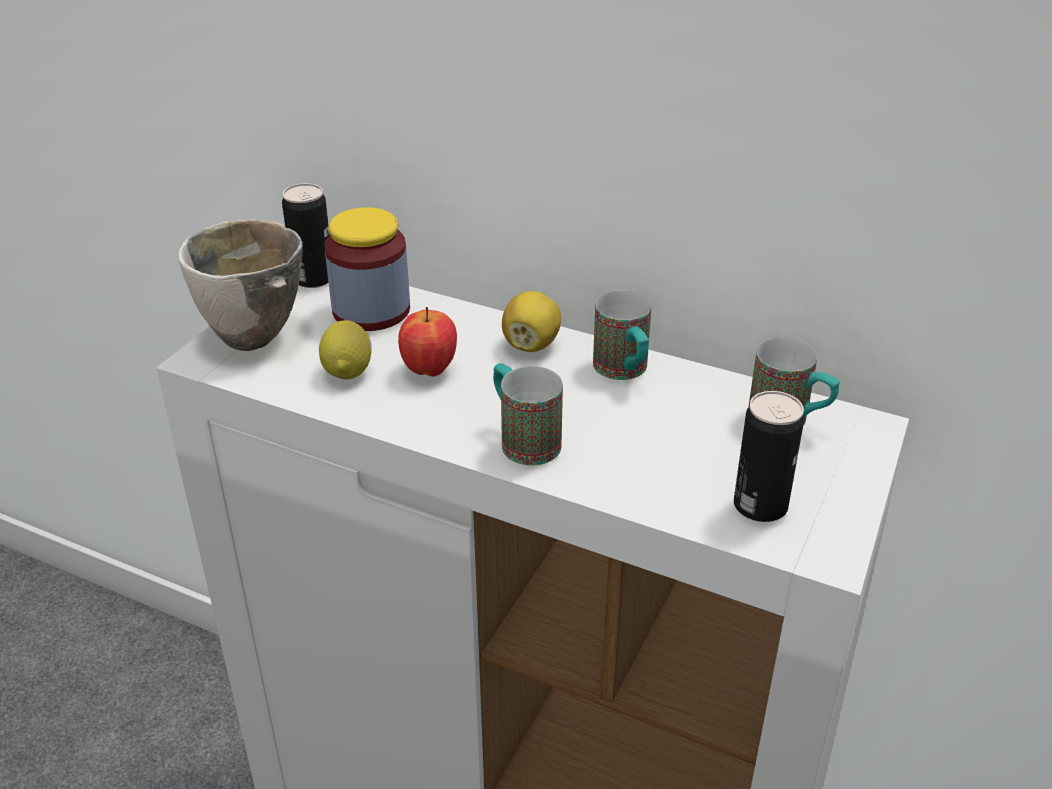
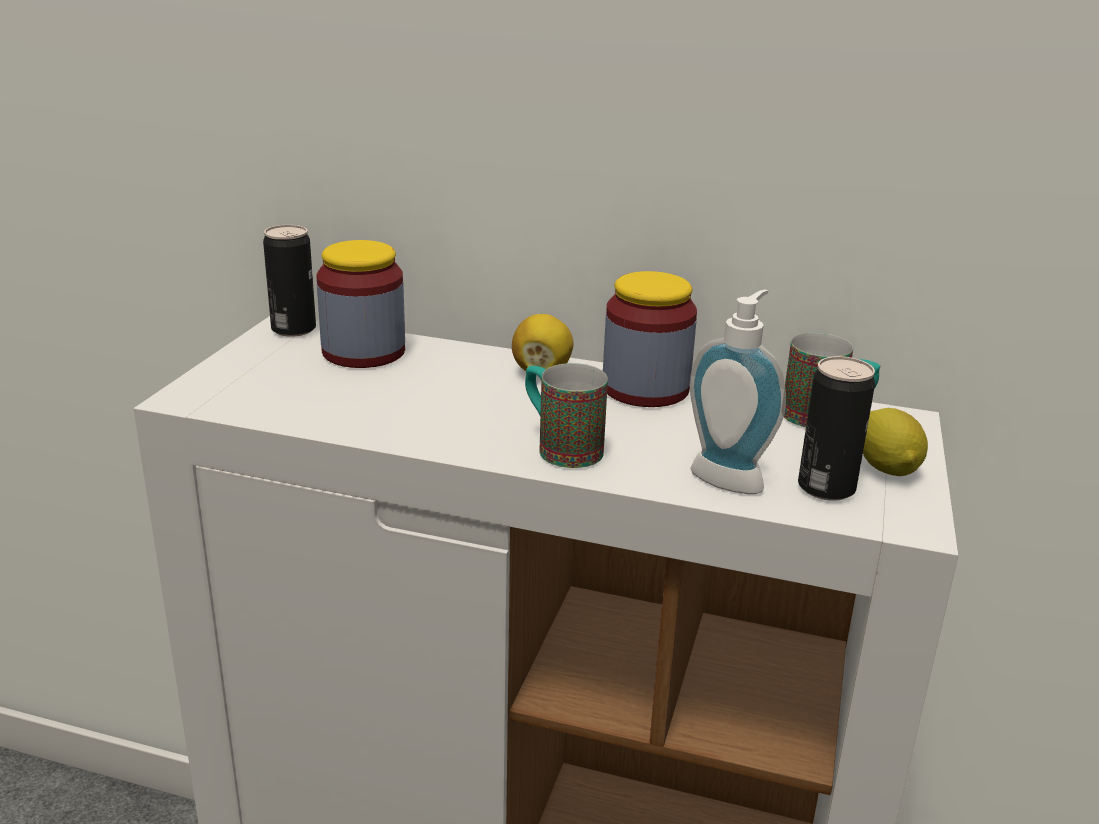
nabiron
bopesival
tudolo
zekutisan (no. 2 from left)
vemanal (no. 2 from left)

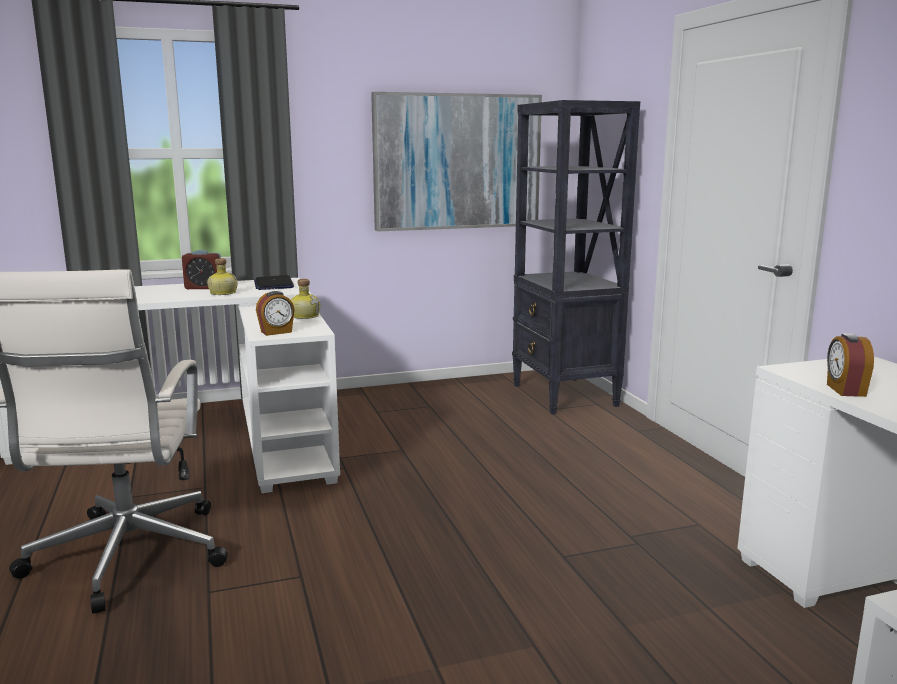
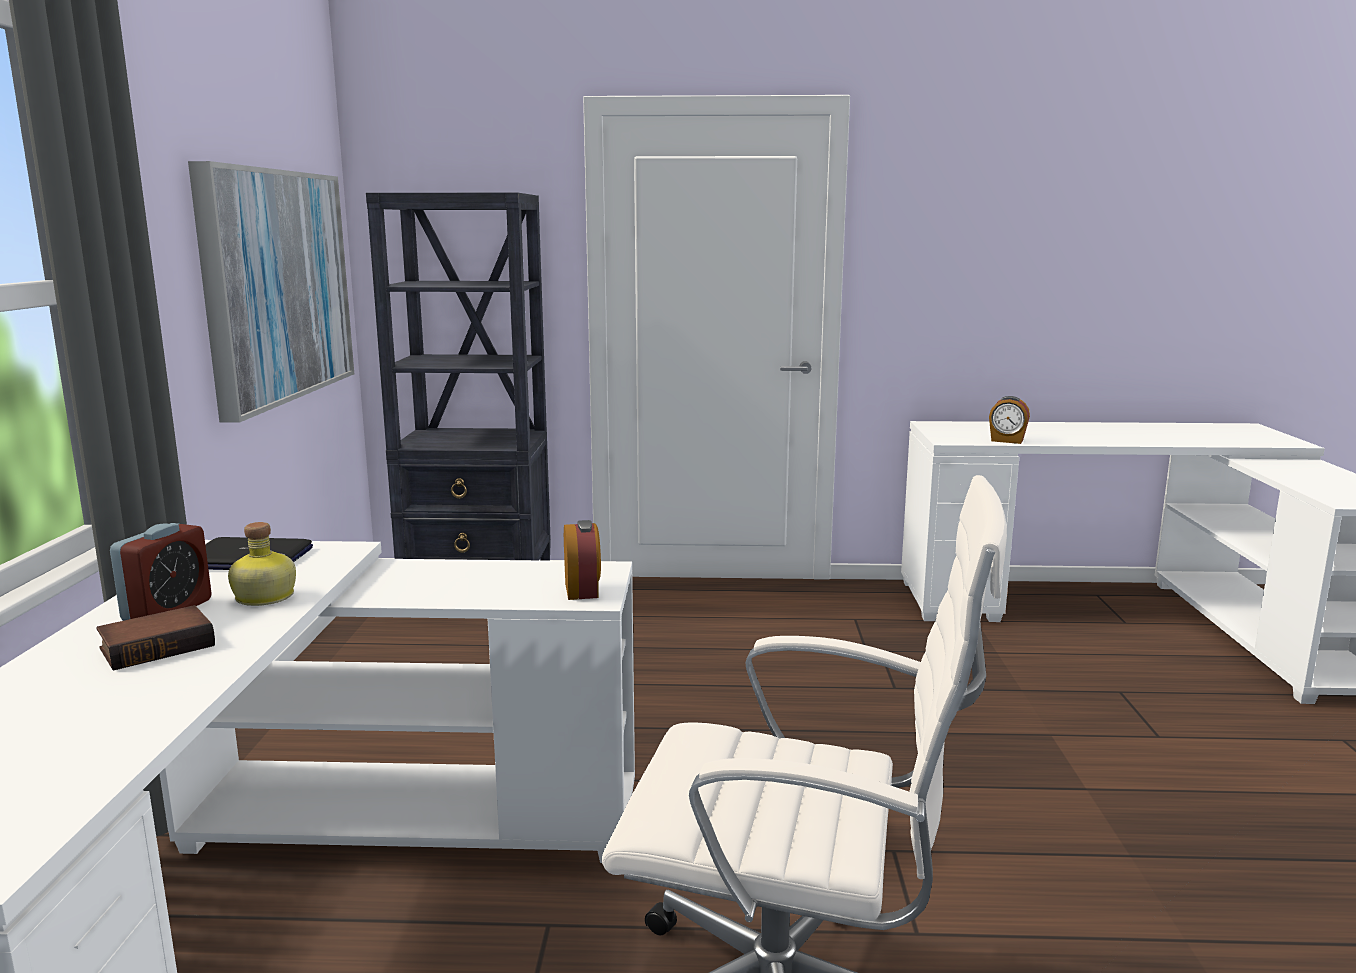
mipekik (no. 2 from left in the first image)
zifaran

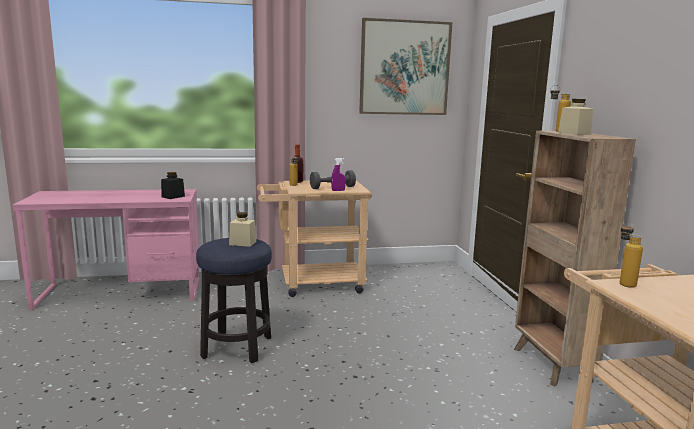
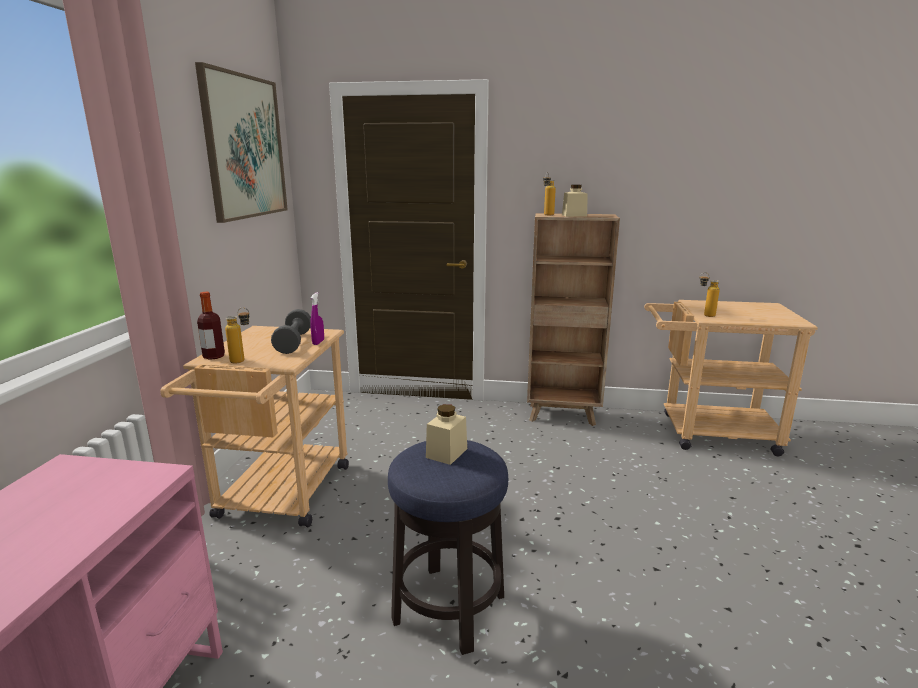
black vemanal

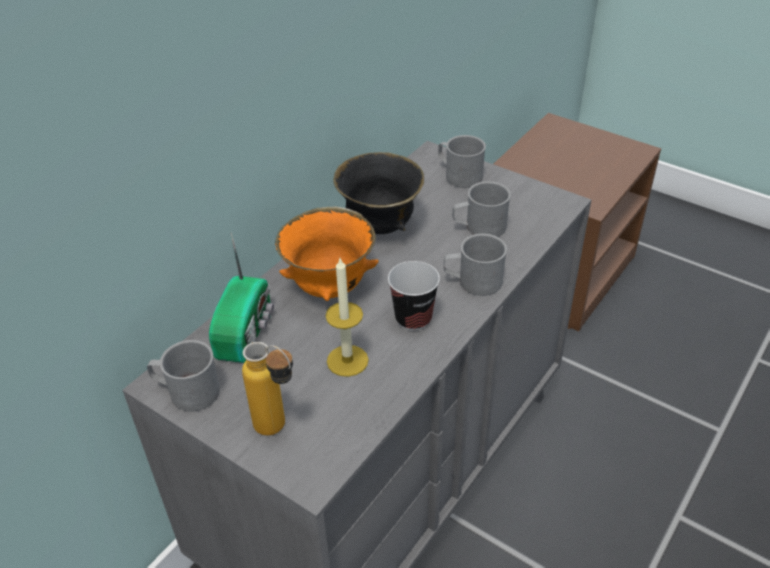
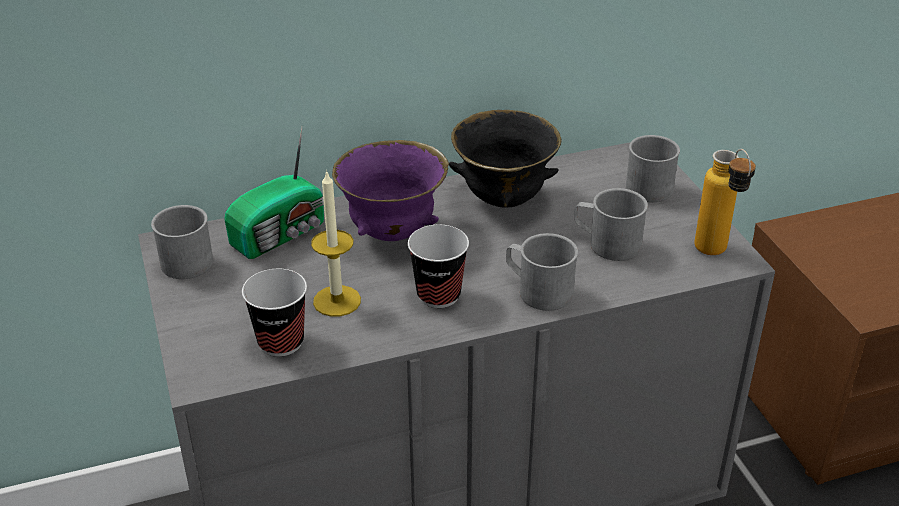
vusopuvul (no. 1 from left)
mipekik
purple nabiron

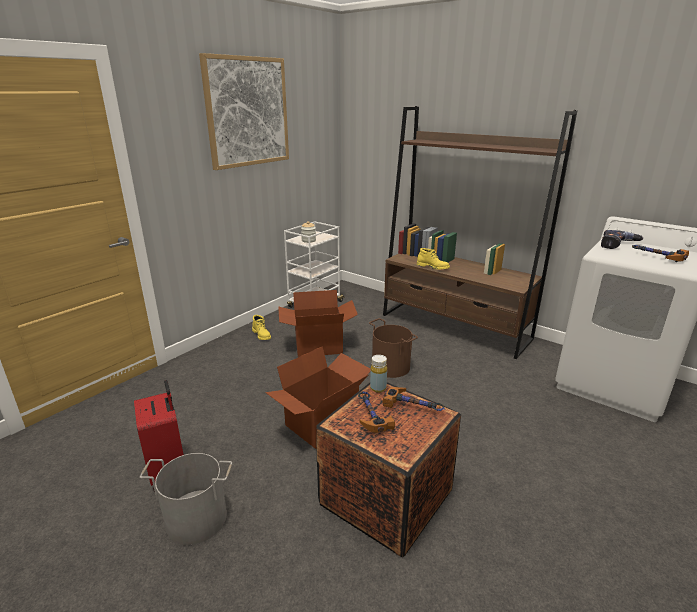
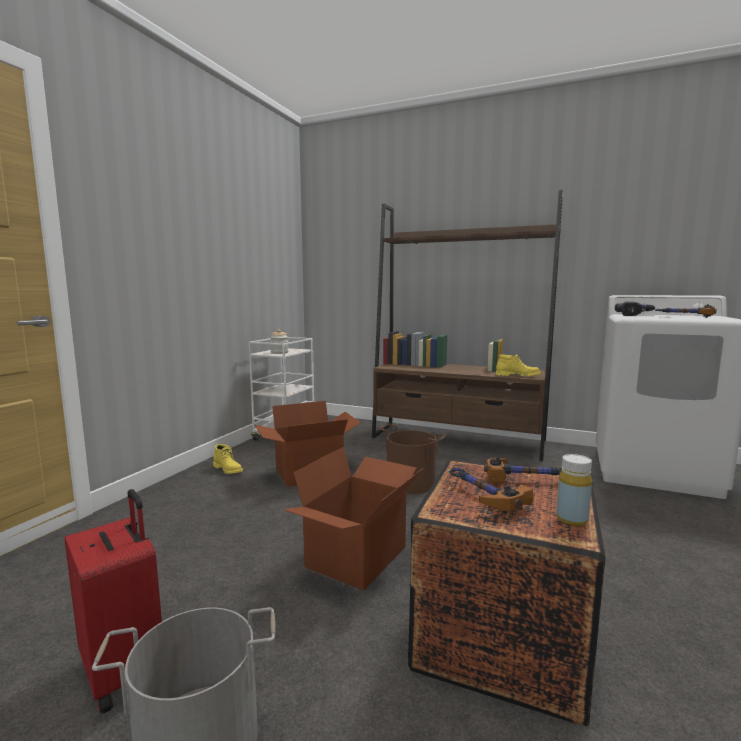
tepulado
yellow mipekik
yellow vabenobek (no. 2 from left)

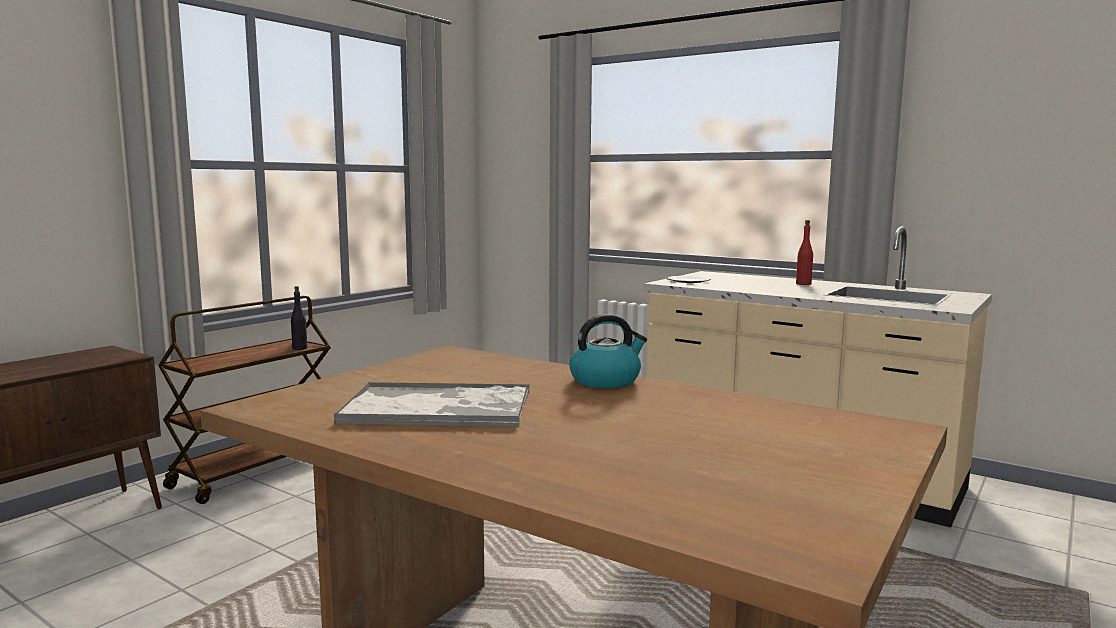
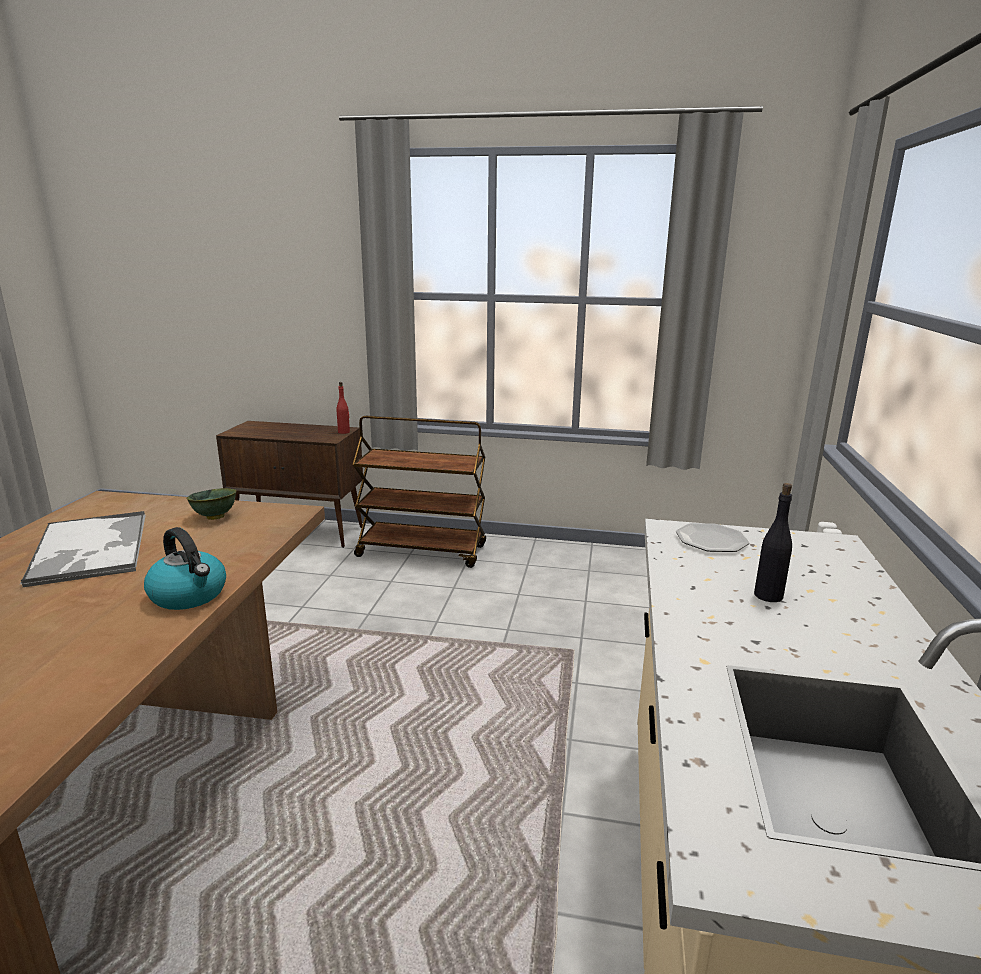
green nabiron
black mipekik
red mipekik

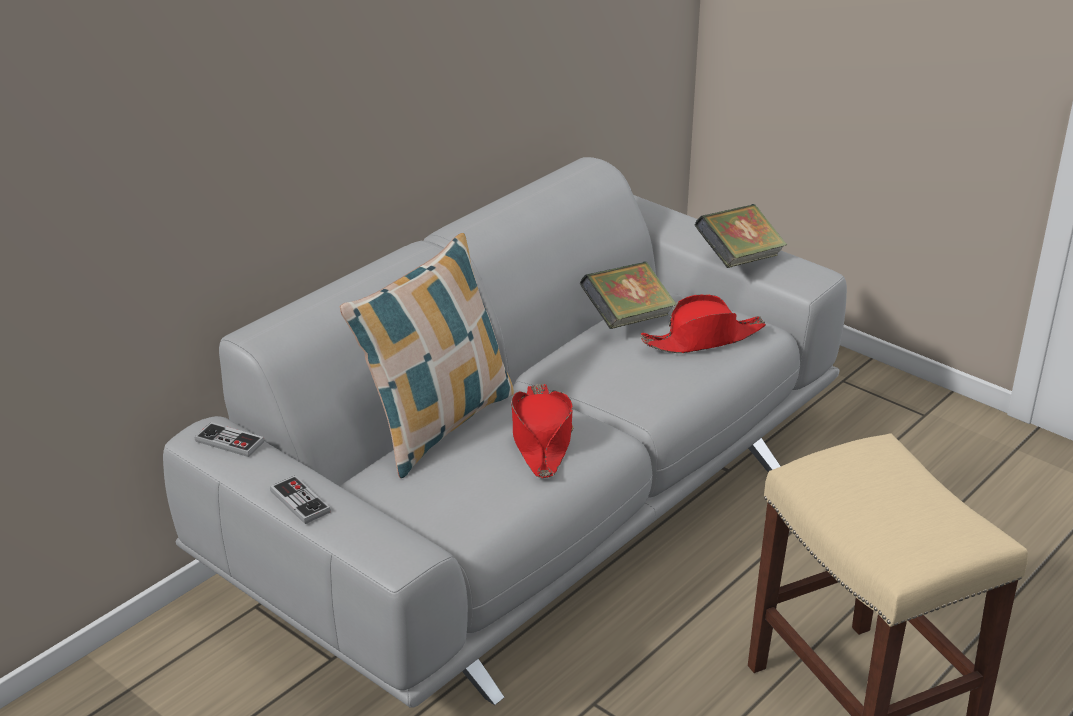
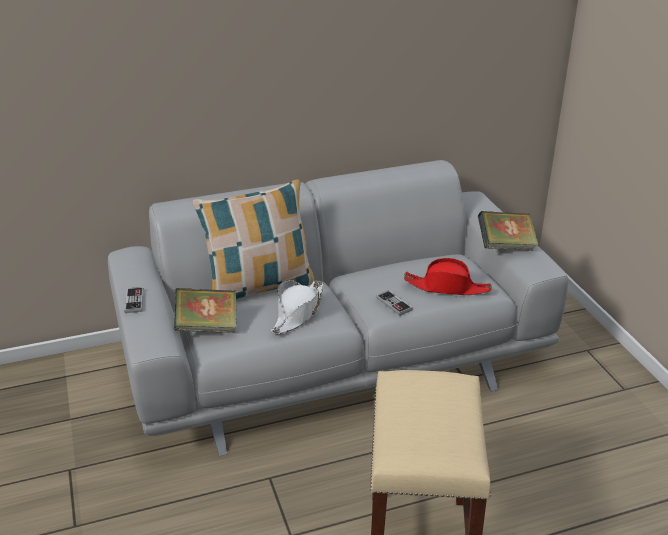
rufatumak (no. 2 from left)
zifaran (no. 1 from left)
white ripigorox

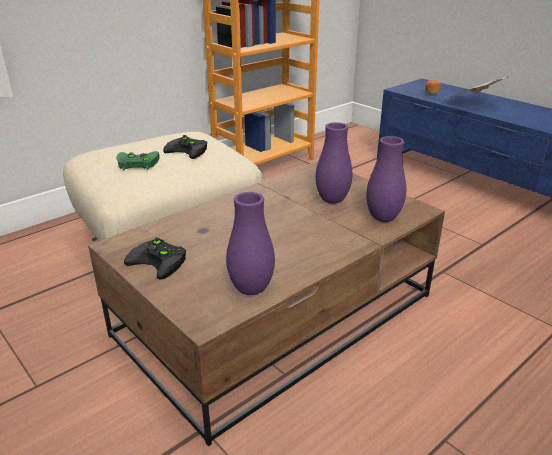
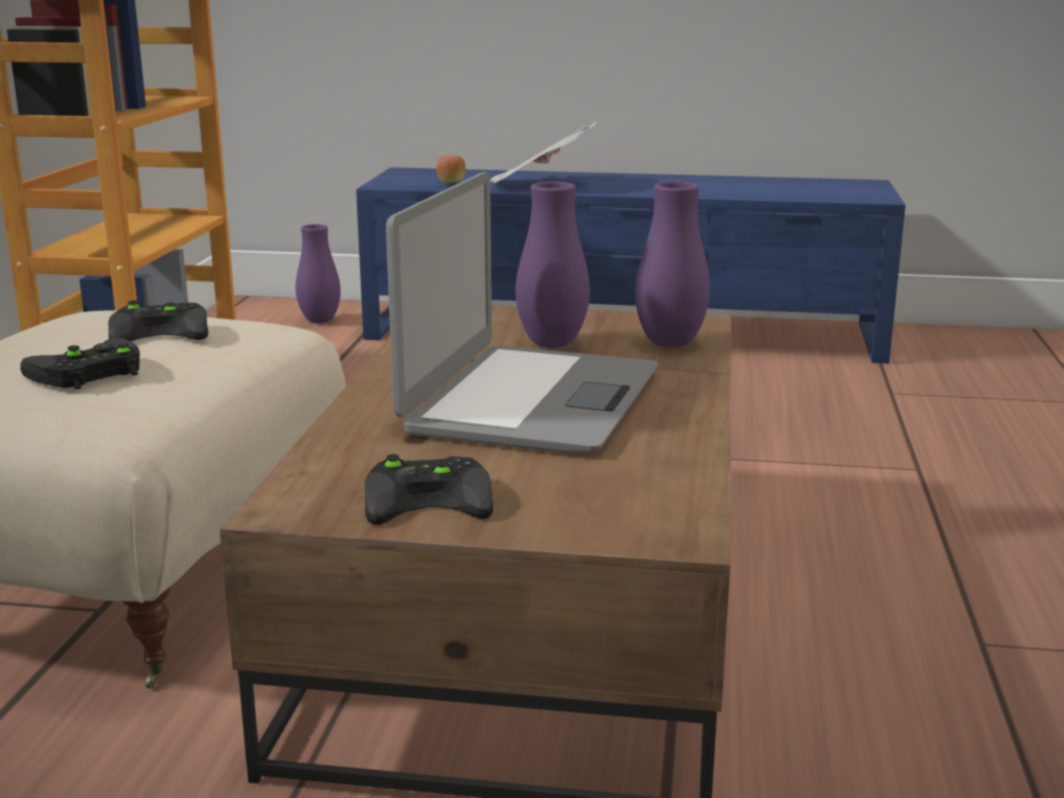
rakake
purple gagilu (no. 1 from left)
black rufatumak (no. 1 from left)

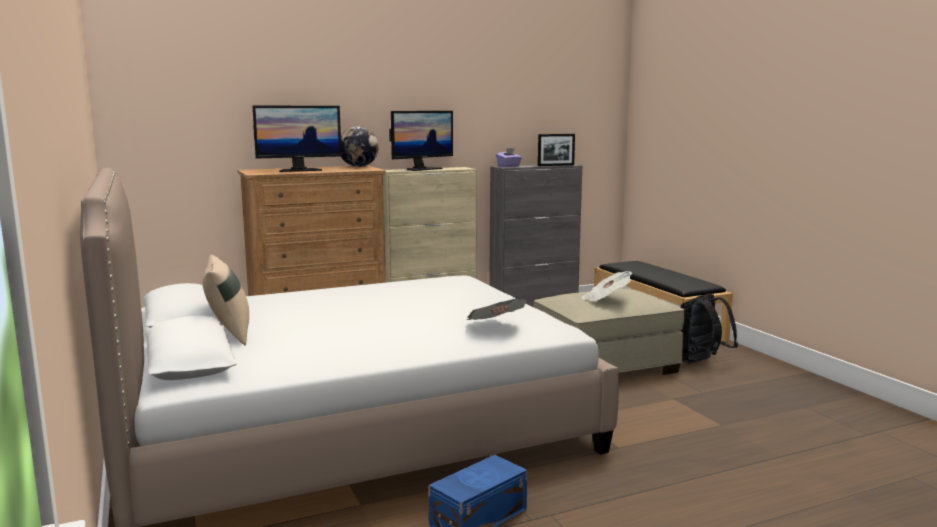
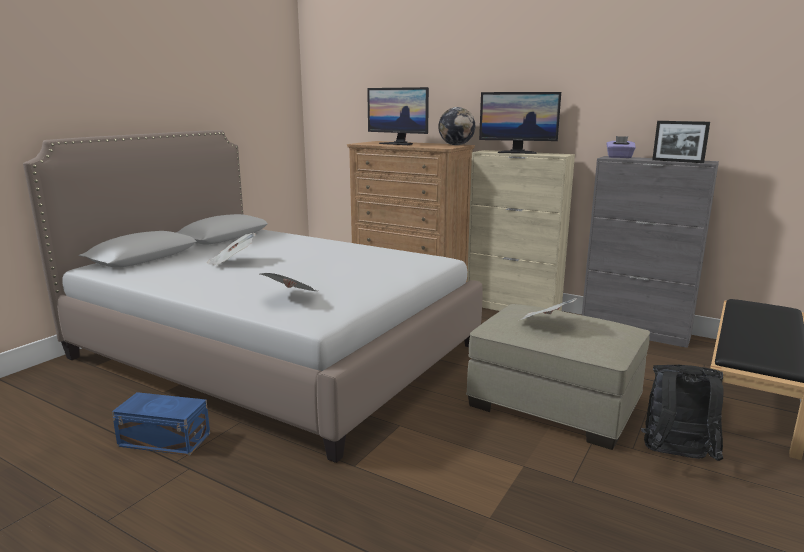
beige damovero
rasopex (no. 1 from left)

